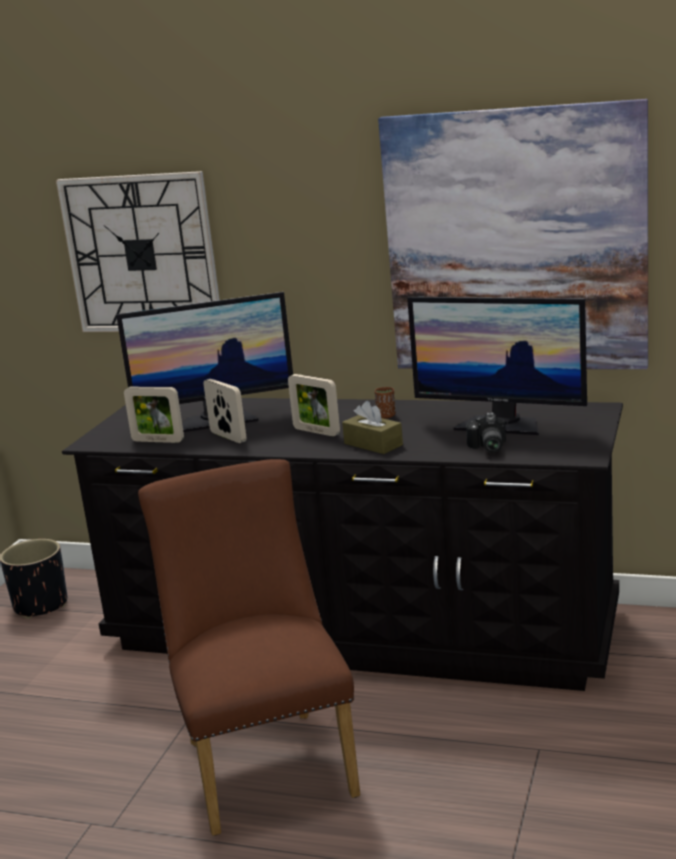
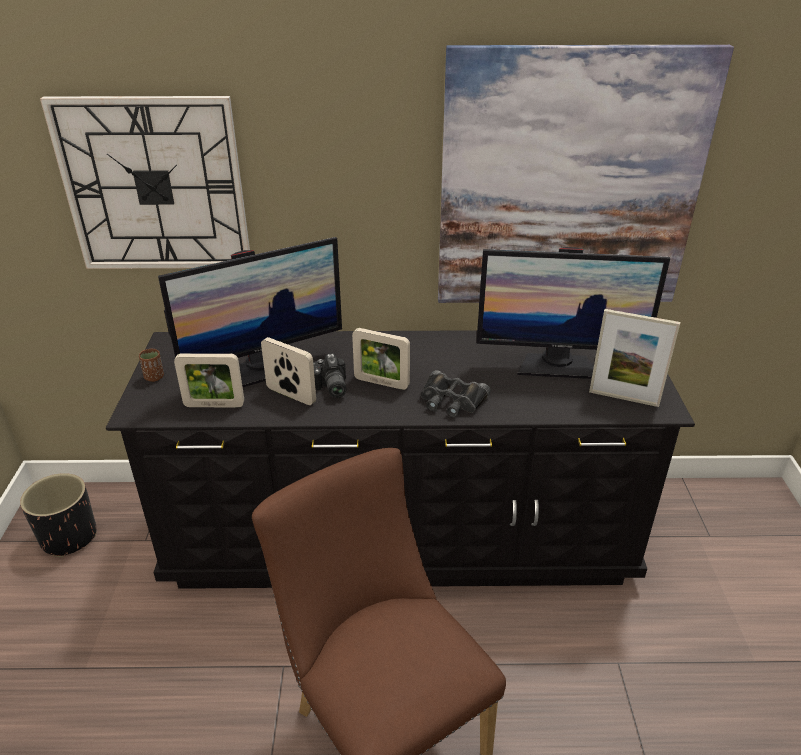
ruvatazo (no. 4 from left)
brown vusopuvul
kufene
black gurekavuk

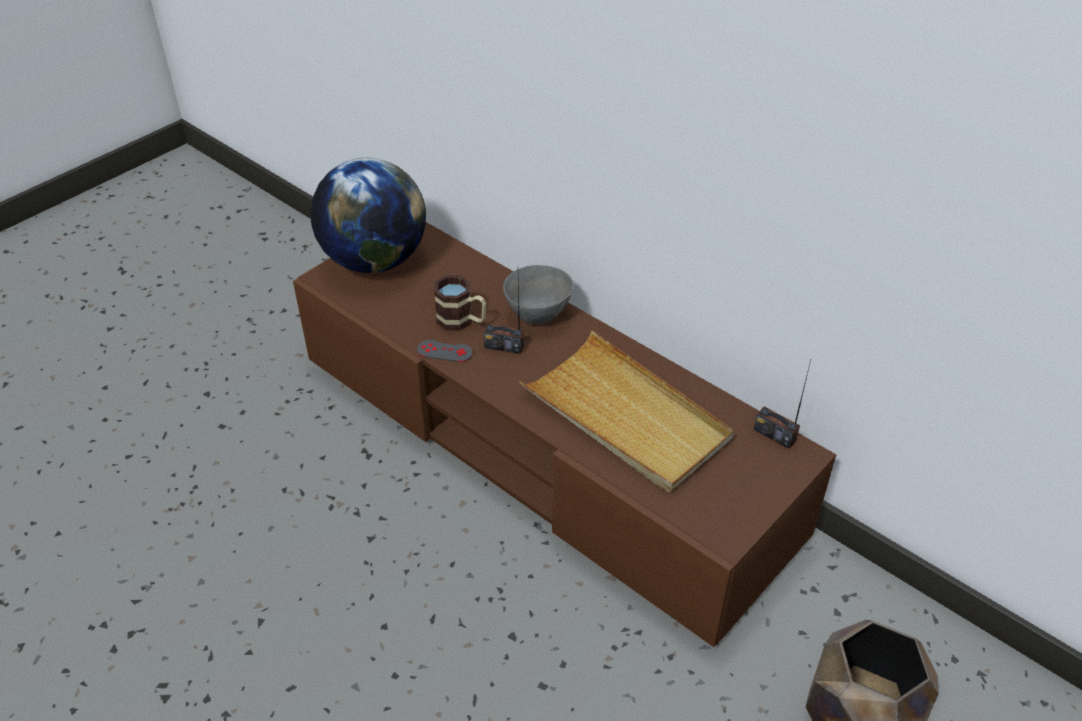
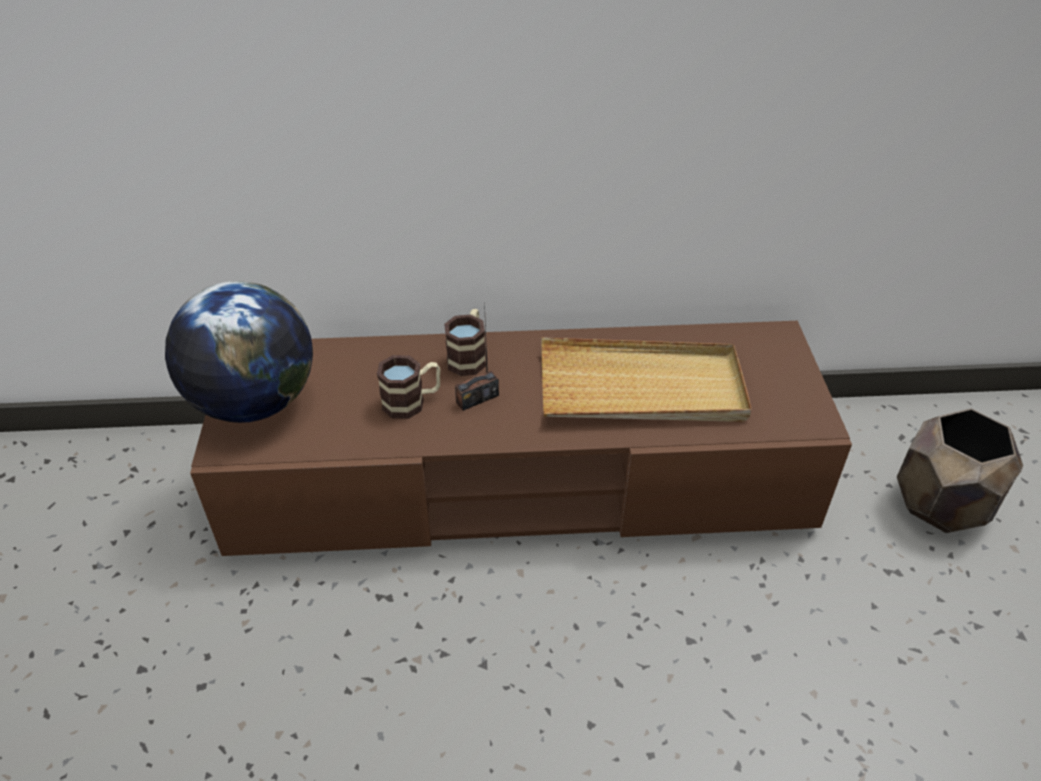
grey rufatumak
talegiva (no. 2 from left in the first image)
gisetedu (no. 2 from left)

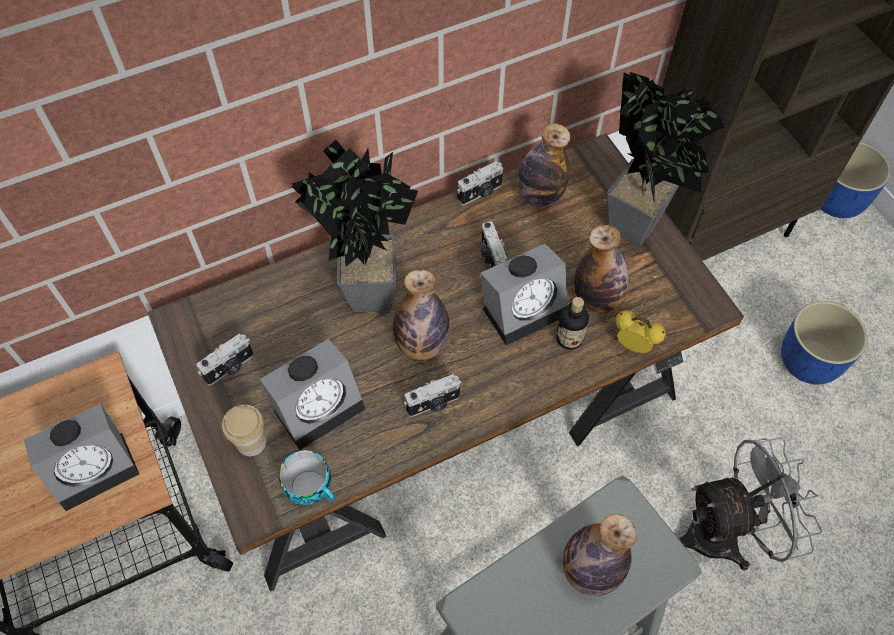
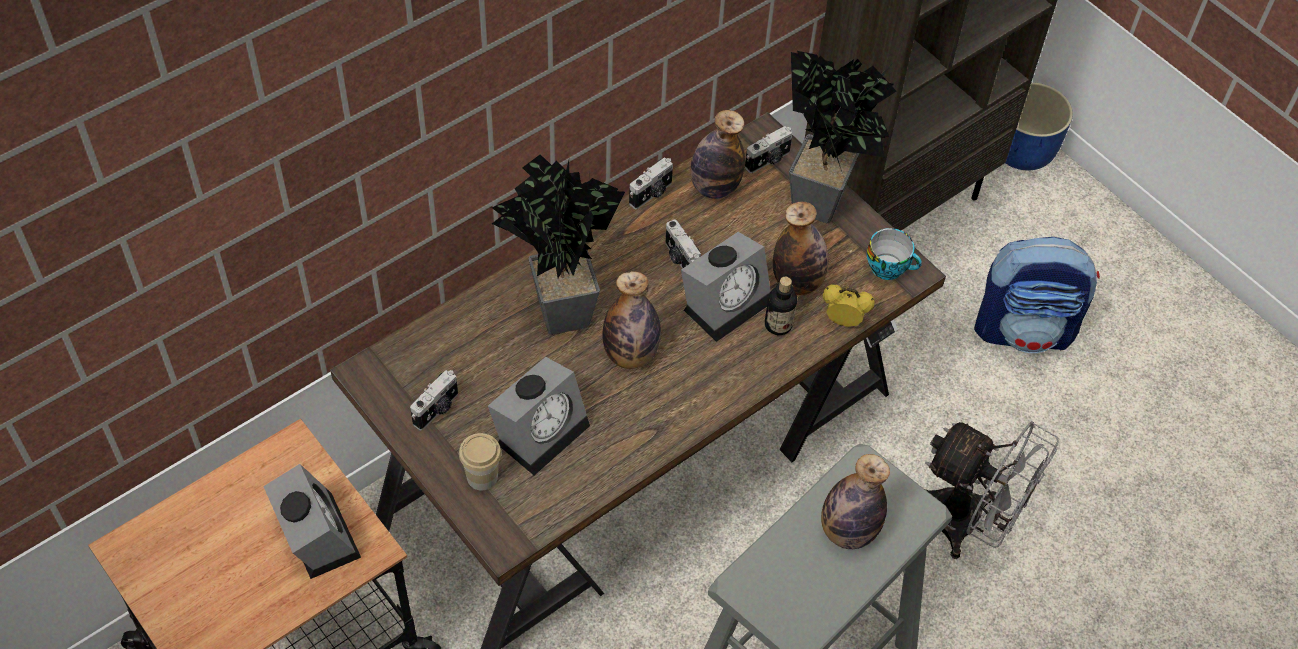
vusopuvul (no. 2 from left)
kufene (no. 4 from left)
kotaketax
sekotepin (no. 1 from left)
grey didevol

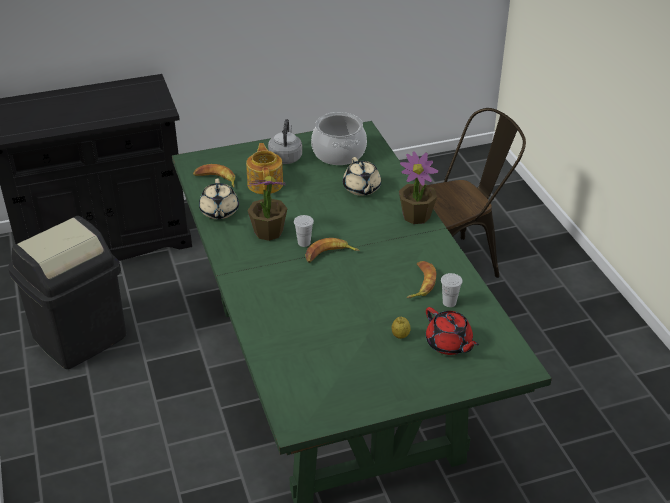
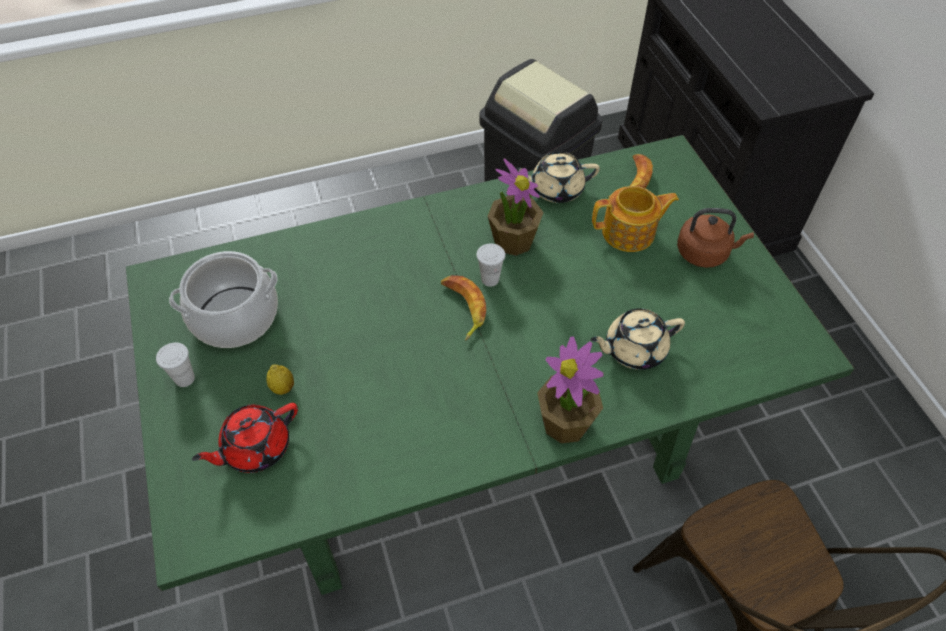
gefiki (no. 3 from left in the first image)
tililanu
white vusopuvul (no. 1 from left)
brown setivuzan

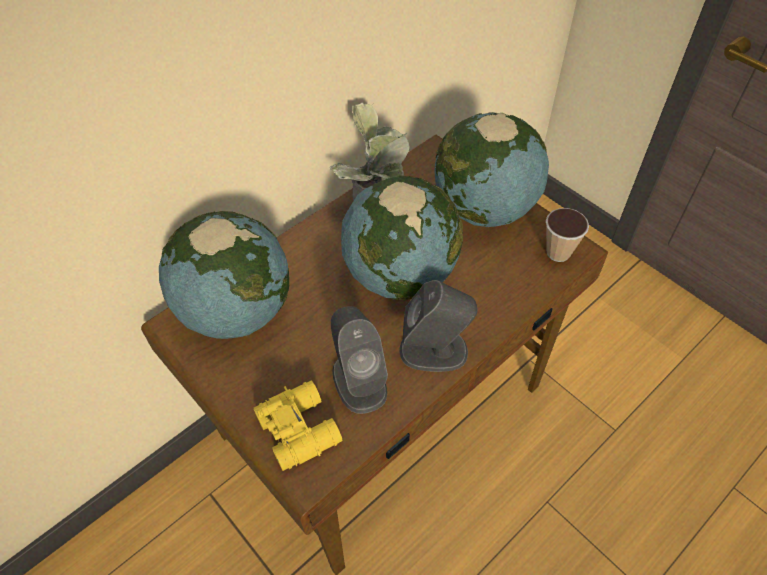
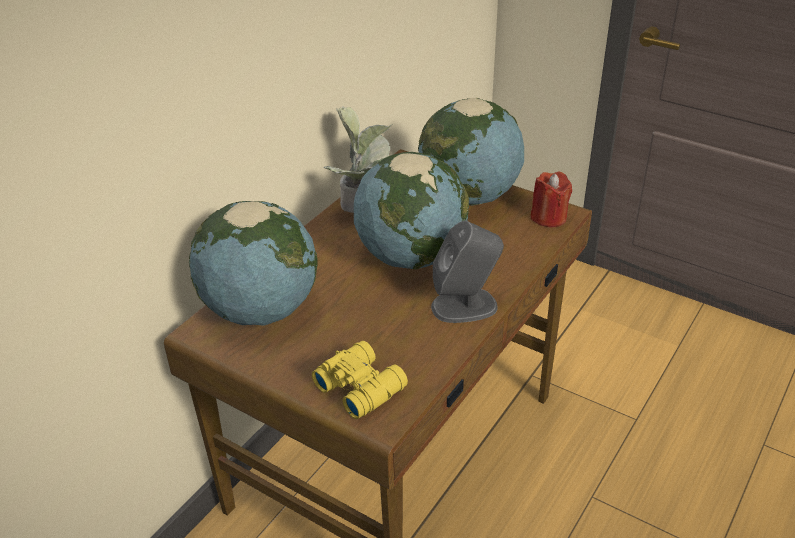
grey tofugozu (no. 1 from left in the first image)
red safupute

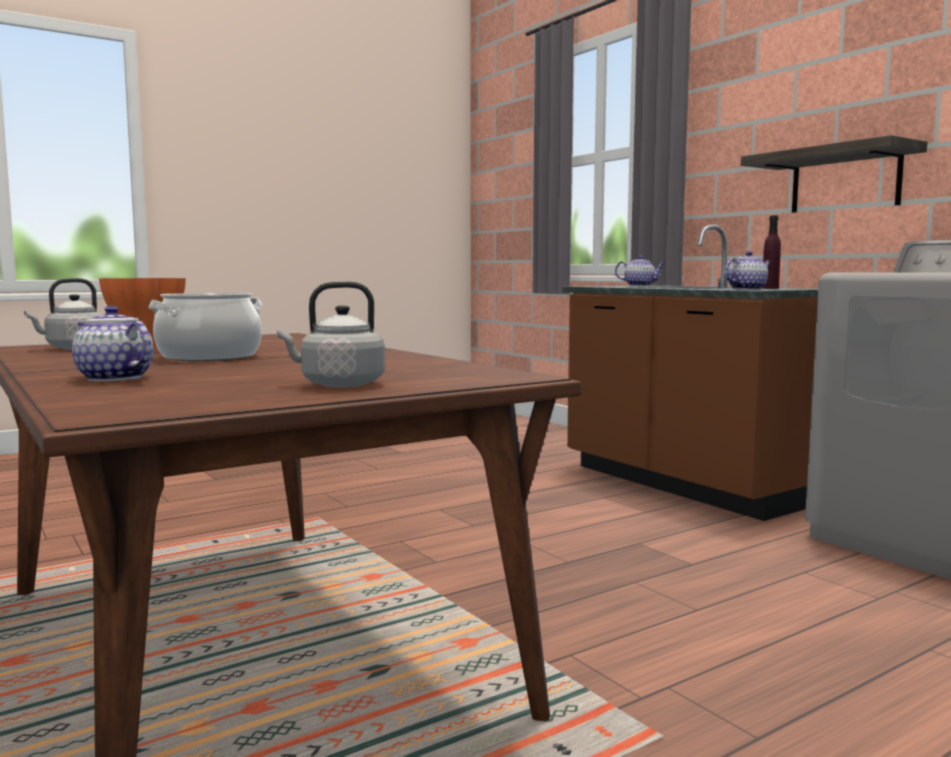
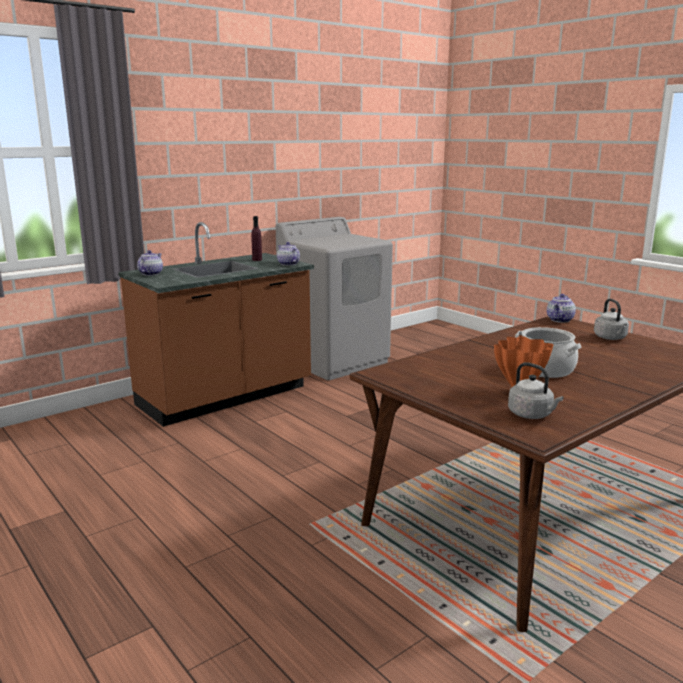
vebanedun
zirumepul (no. 3 from left)

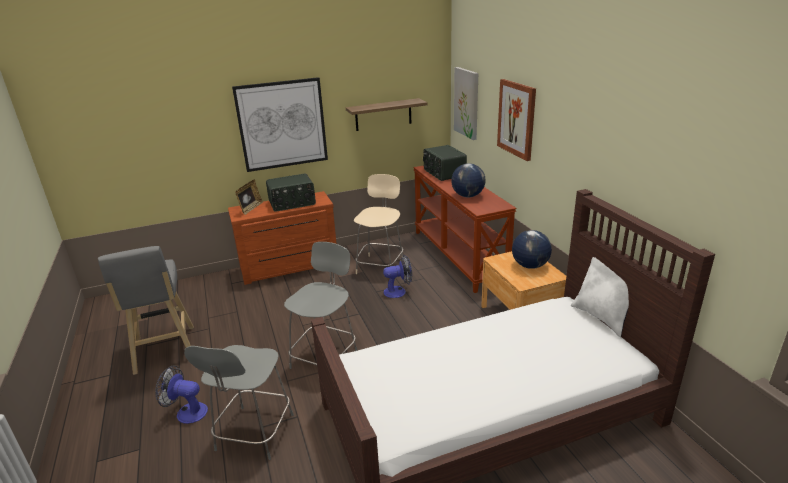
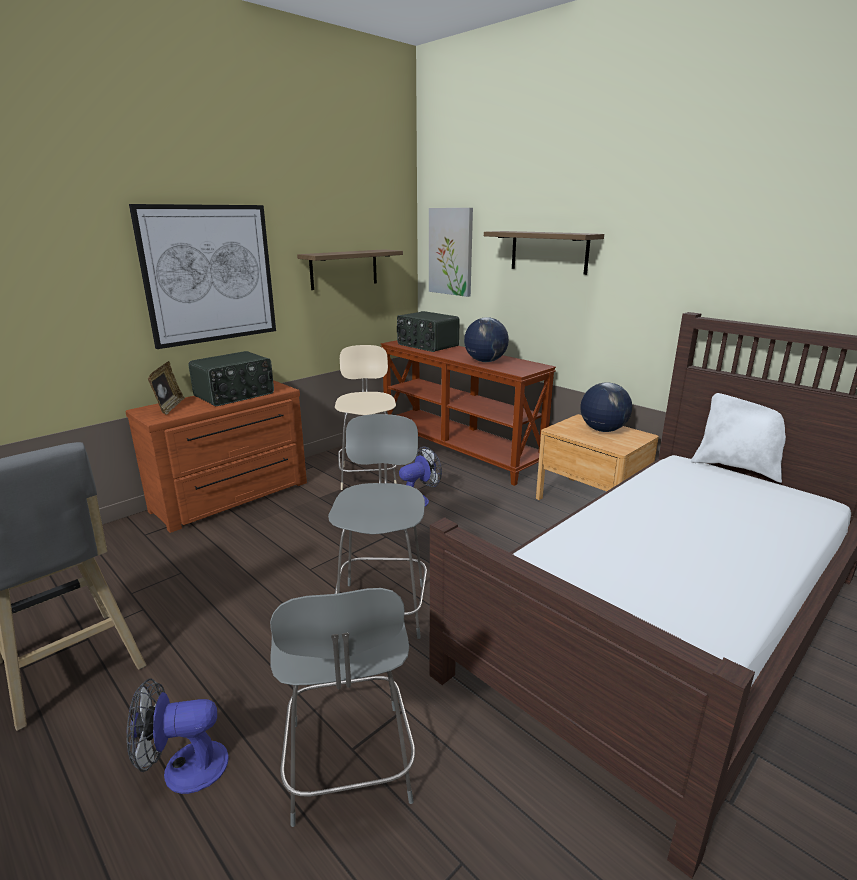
vebanedun (no. 2 from left)

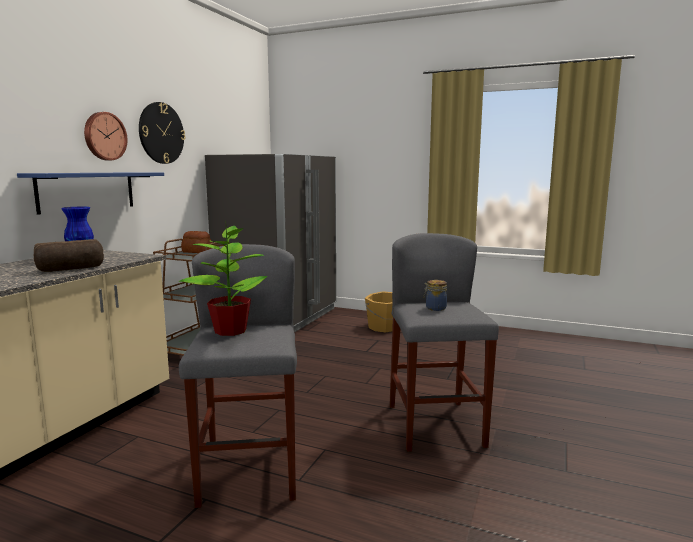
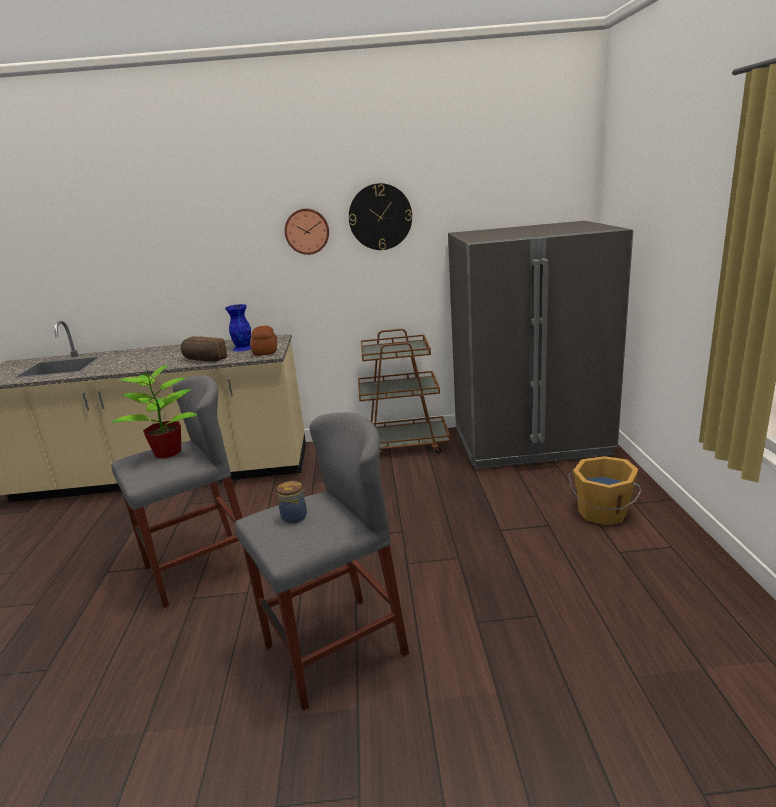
blue vebanedun
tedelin (no. 2 from left)

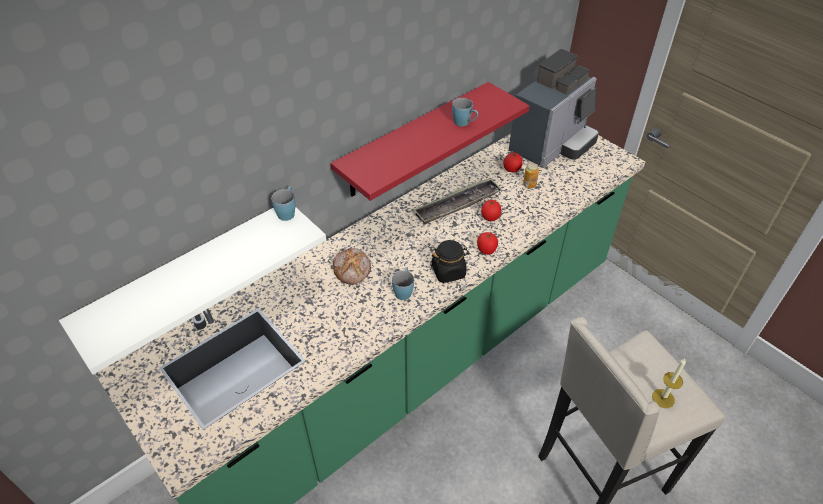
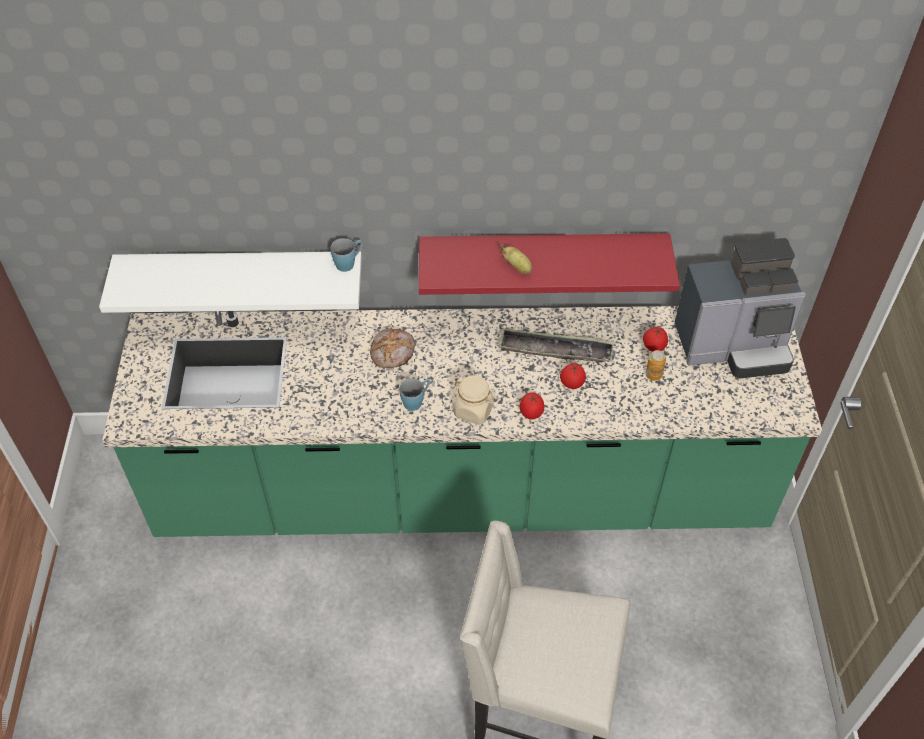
blue gisetedu (no. 3 from left in the first image)
safupute
gefiki
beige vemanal

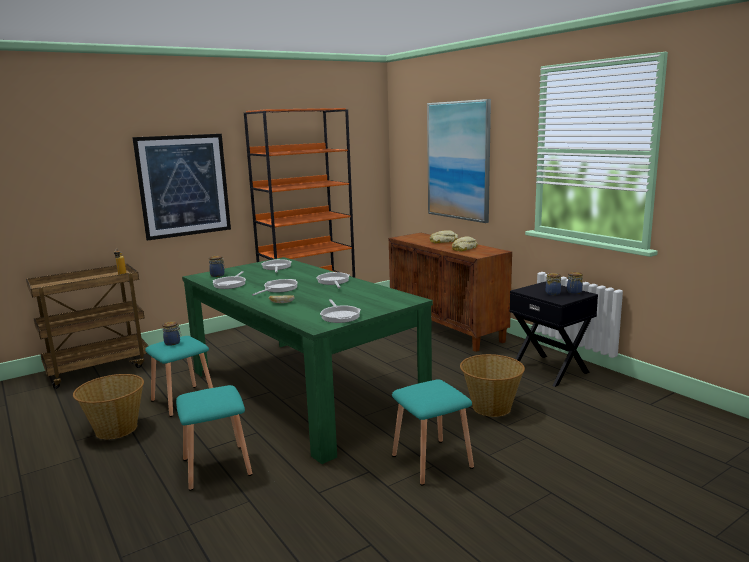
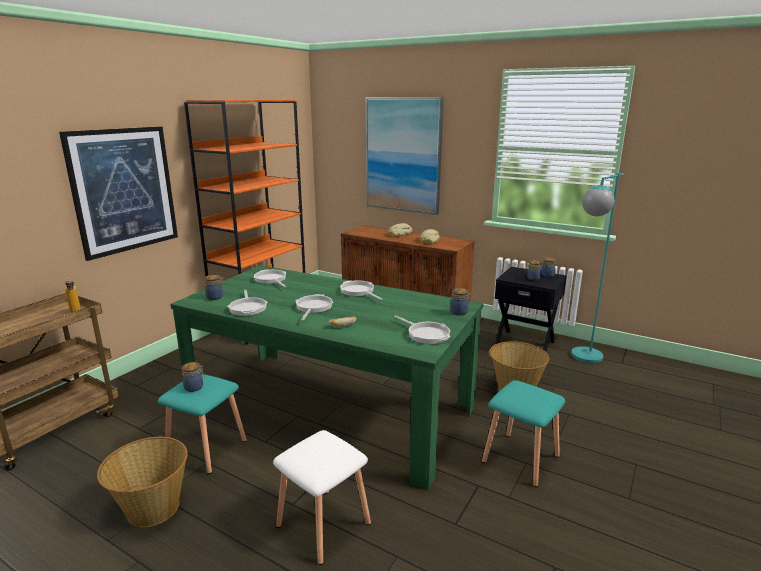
vemanal (no. 3 from left)
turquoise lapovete
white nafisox

